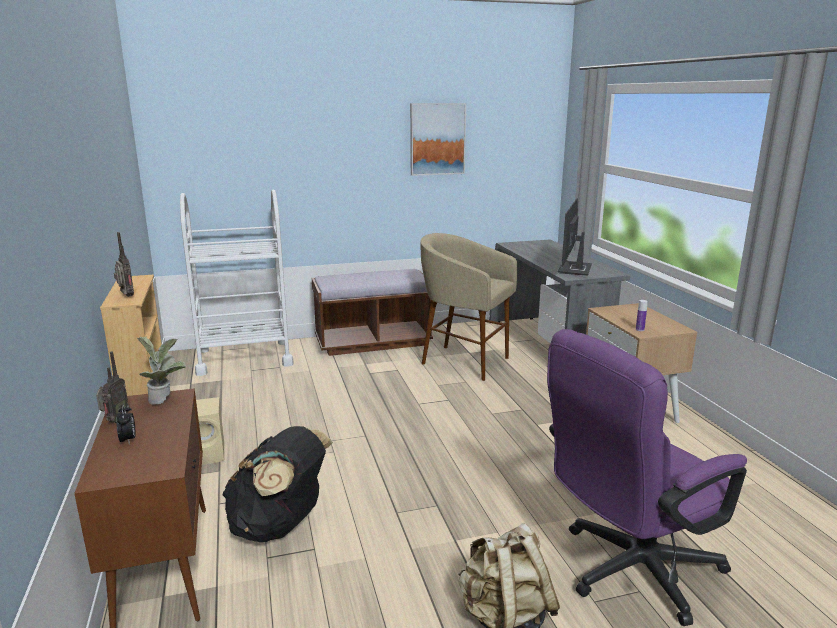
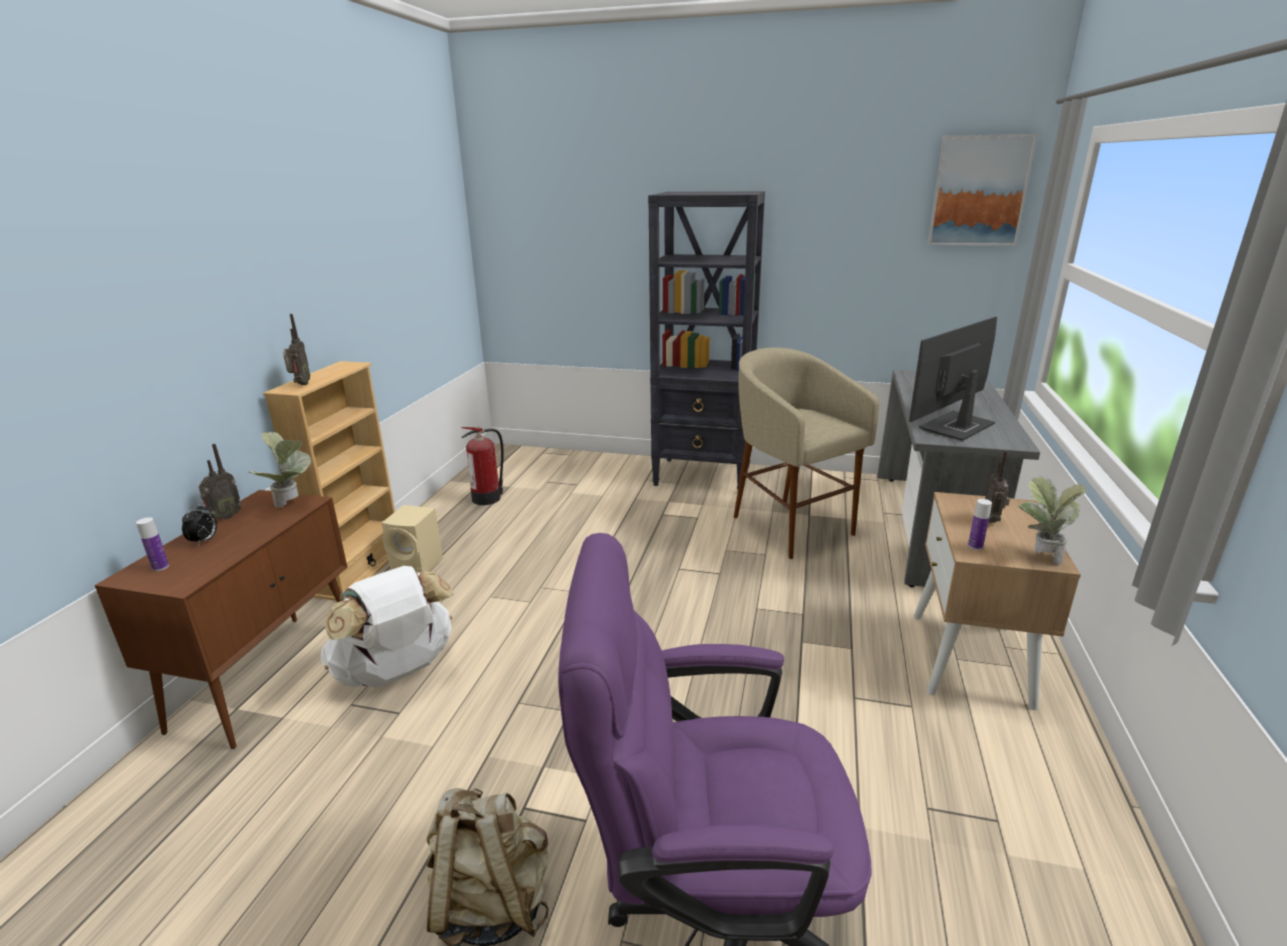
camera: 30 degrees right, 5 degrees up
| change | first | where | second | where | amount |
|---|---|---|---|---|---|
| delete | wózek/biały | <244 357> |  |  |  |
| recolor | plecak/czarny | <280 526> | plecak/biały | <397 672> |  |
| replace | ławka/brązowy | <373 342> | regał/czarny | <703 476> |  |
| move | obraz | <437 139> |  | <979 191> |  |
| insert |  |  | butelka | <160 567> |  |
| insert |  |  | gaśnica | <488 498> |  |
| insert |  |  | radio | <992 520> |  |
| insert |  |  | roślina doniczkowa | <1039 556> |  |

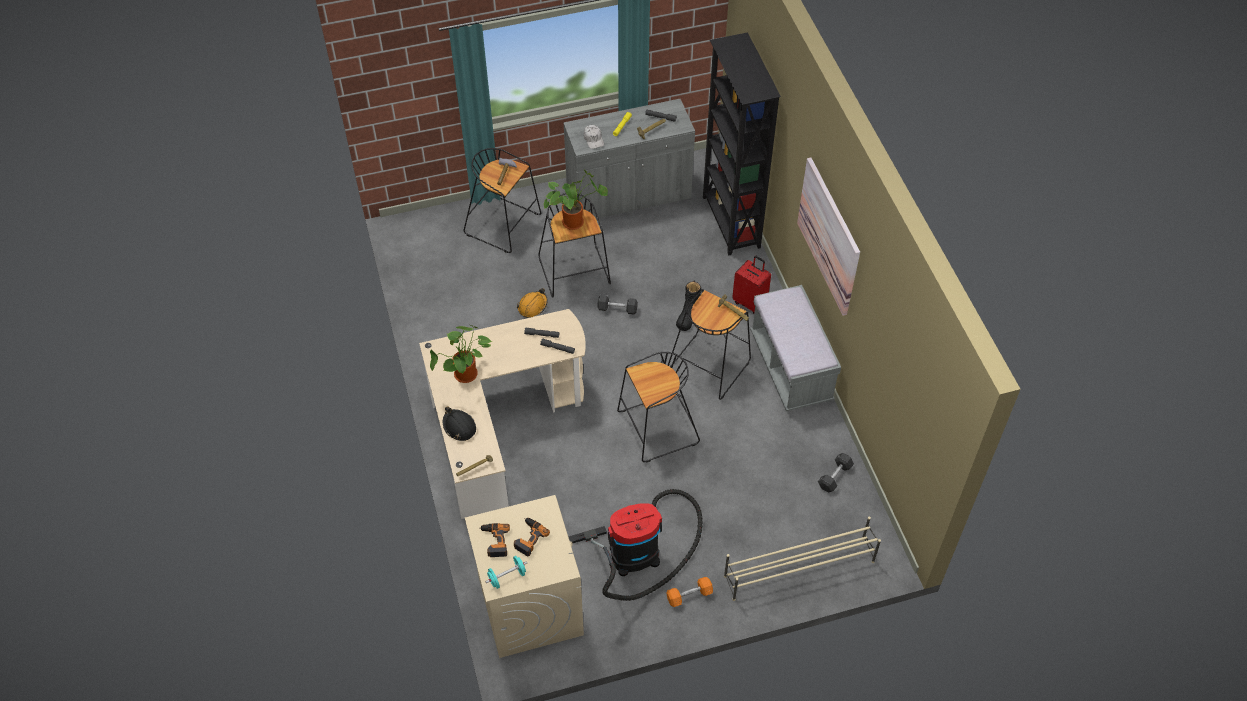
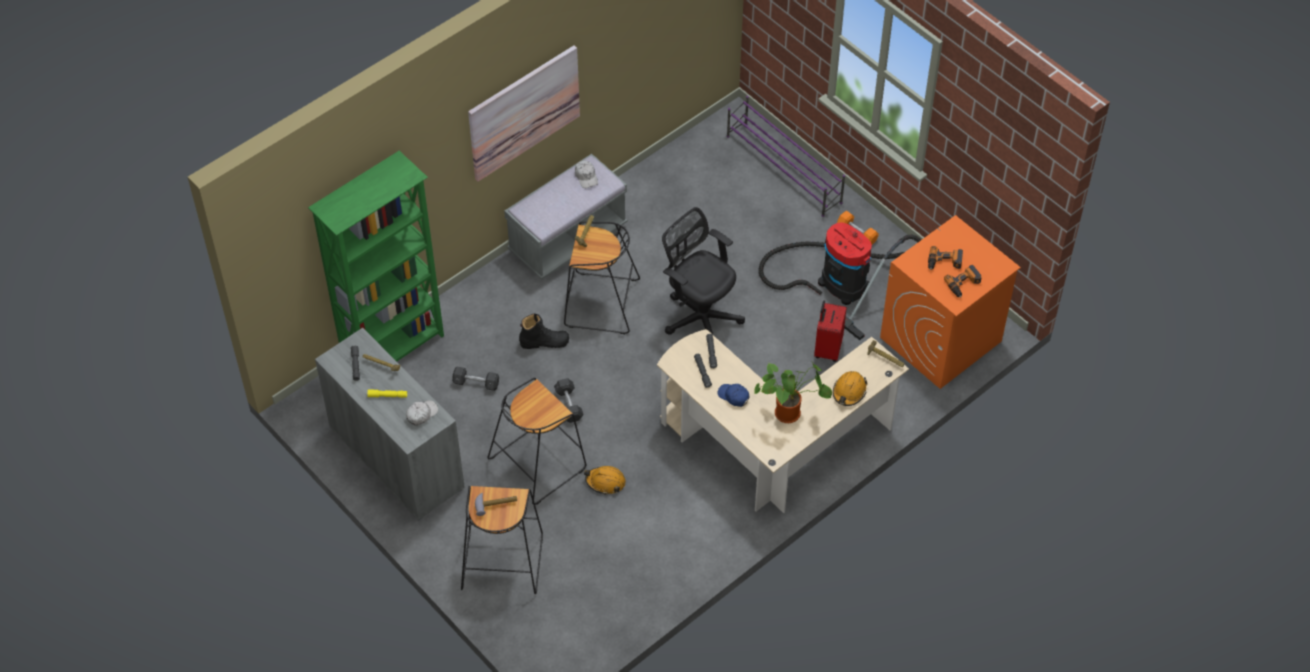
camera: 115 degrees left, 0 degrees up
| change | first | where | second | where | amount |
|---|---|---|---|---|---|
| recolor | kask/czarny | <459 427> | kask/pomarańczowy | <849 392> |  |
| recolor | pralka/beżowy | <529 605> | pralka/pomarańczowy | <940 340> |  |
| delete | hantel/turkusowy | <507 577> |  |  |  |
| delete | roślina doniczkowa | <574 221> |  |  |  |
| replace | stołek/czarny | <656 429> | krzesło biurowe/czarny | <700 317> |  |
| recolor | regał/czarny | <730 223> | regał/zielony | <395 349> |  |
| recolor | regał na buty/beżowy | <798 568> | regał na buty/fioletowy | <784 170> |  |
| move | walizka/czerwony | <750 302> |  | <827 349> |  |
| move | hantel/szary | <834 476> |  | <476 383> |  |
| insert |  |  | czapka z daszkiem/biały | <586 176> |  |
| insert |  |  | czapka z daszkiem/niebieski | <733 396> |  |

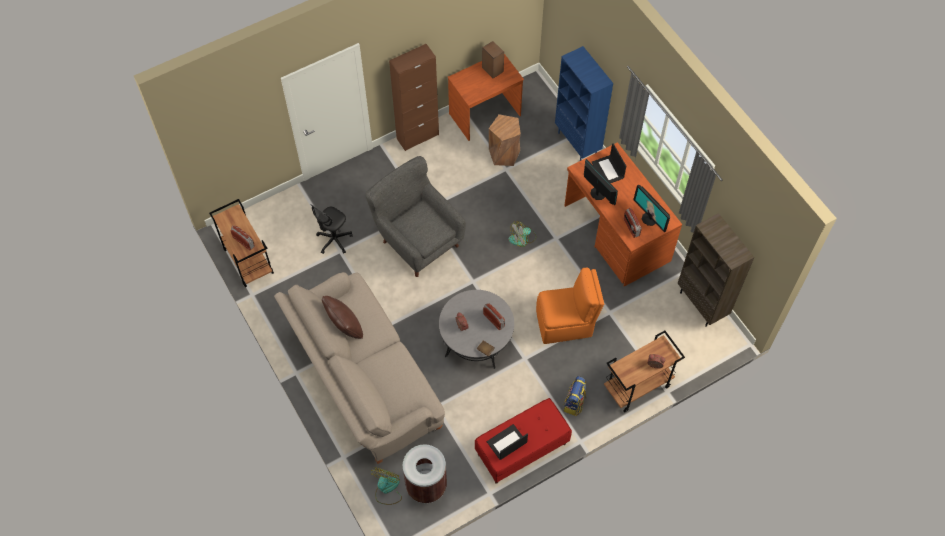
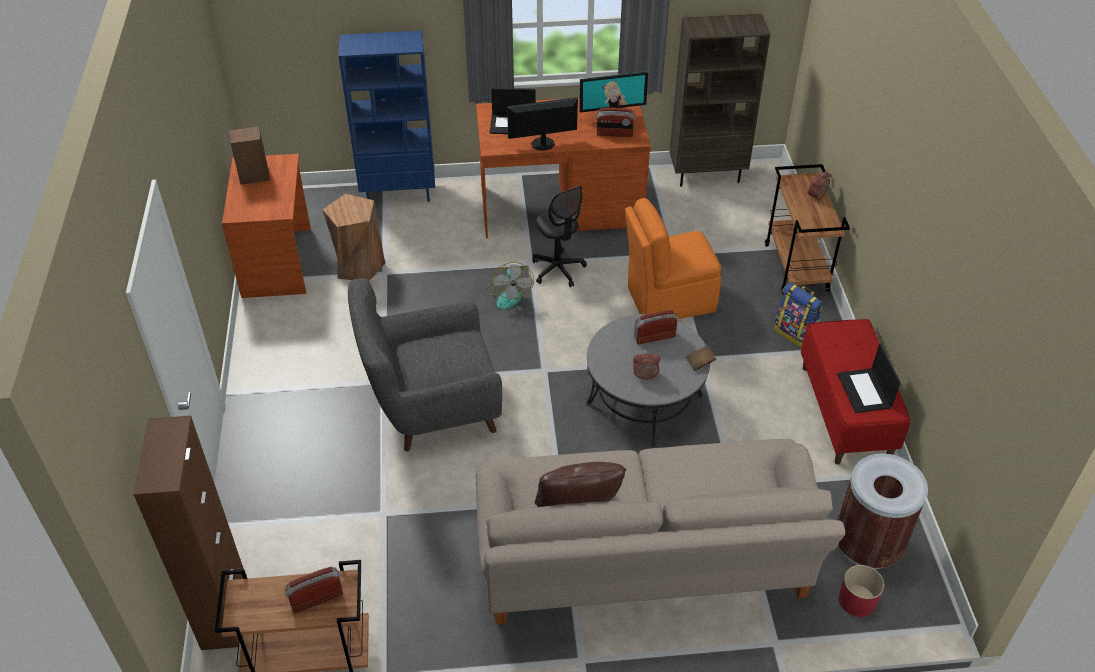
camera: 65 degrees left, 15 degrees down
| change | first | where | second | where | amount |
|---|---|---|---|---|---|
| move | krzesło biurowe/czarny | <334 240> |  | <558 270> |  |
| replace | wentylator | <387 489> | donica/czerwony | <857 600> |  |
| move | szafka/brązowy | <417 136> |  | <224 612> |  |
| rotate | krzesło/pomarańczowy | <565 323> |  | <668 299> | 120 degrees counterclockwise |

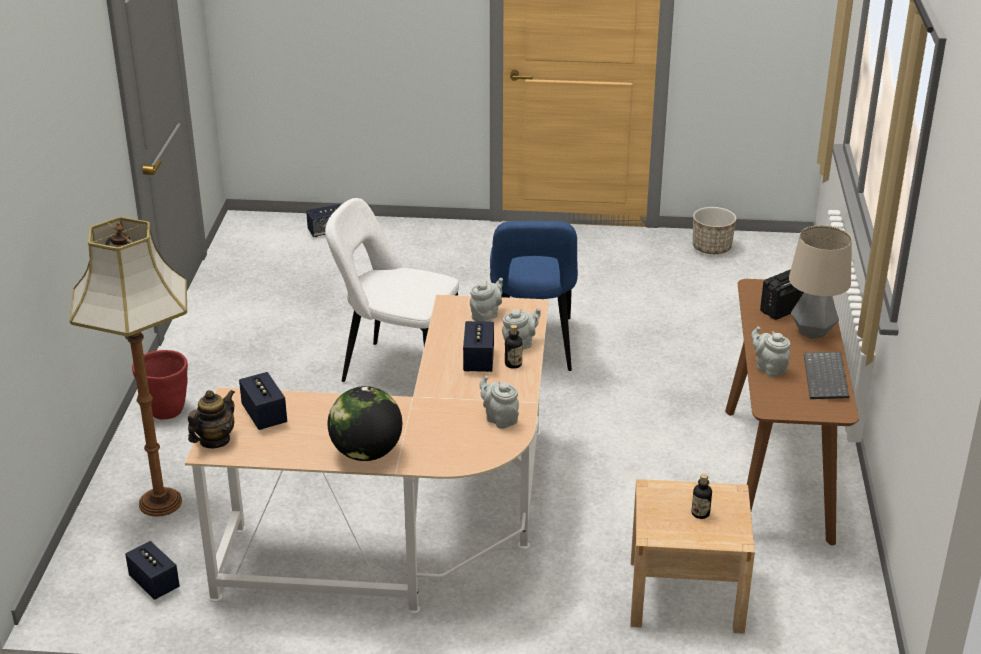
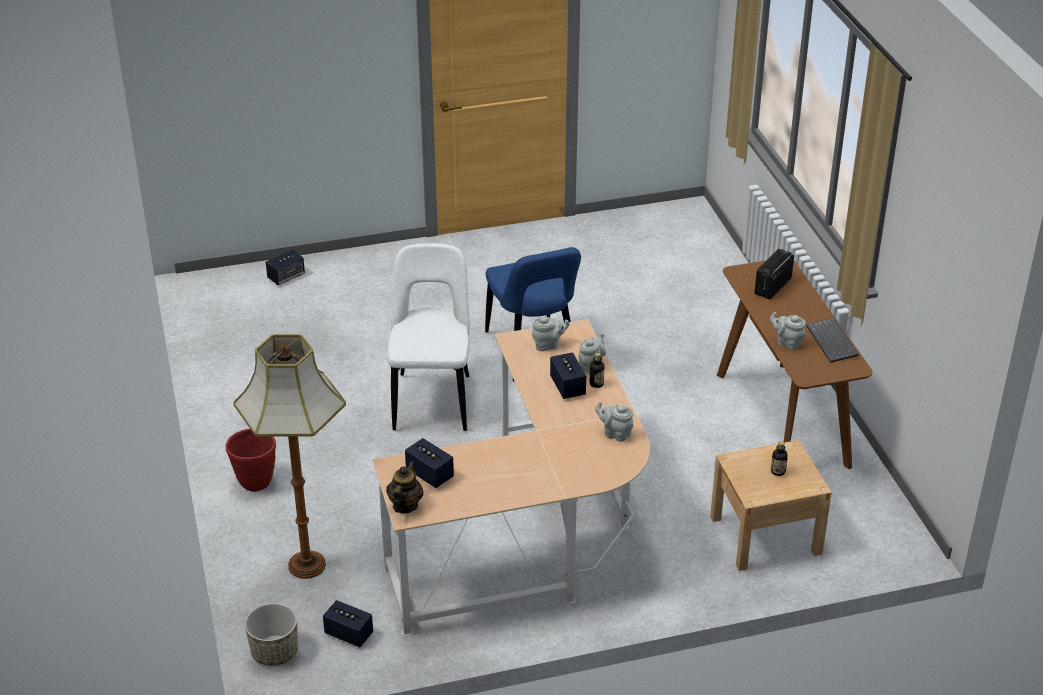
camera: 20 degrees left, 5 degrees up
| change | first | where | second | where | amount |
|---|---|---|---|---|---|
| rotate | krzesło/biały | <397 370> |  | <432 399> | 90 degrees clockwise |
| delete | globus | <366 453> |  |  |  |
| rotate | imbryk/szary | <486 316> |  | <548 345> | 60 degrees clockwise |
| move | donica | <711 248> |  | <274 651> |  |
| delete | lampa stołowa | <812 332> |  |  |  |

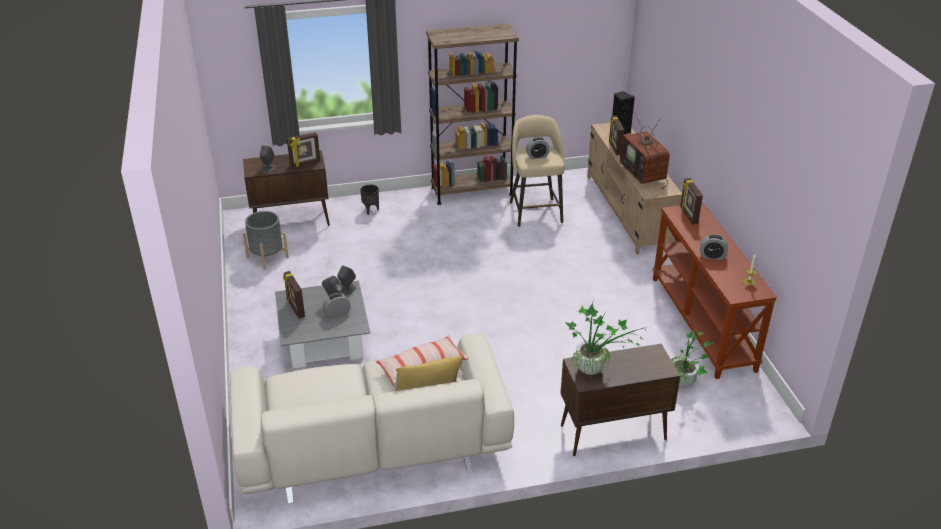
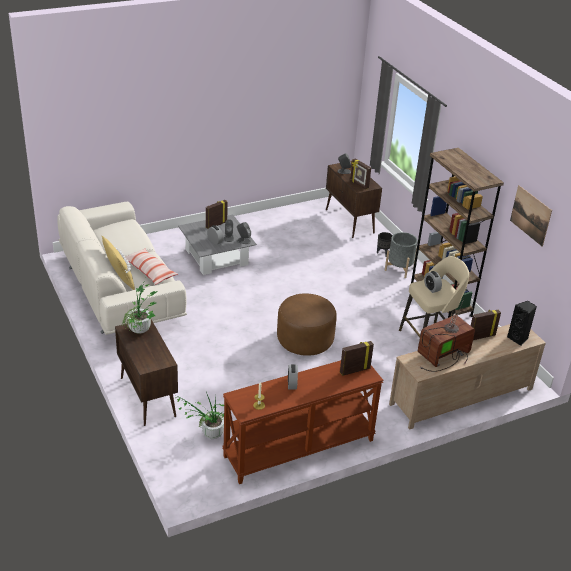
camera: 75 degrees right, 0 degrees up
| change | first | where | second | where | amount |
|---|---|---|---|---|---|
| move | donica/szary | <267 257> |  | <400 269> |  |
| insert |  |  | pufa/brązowy | <305 340> |  |
| insert |  |  | obraz | <530 215> |  |

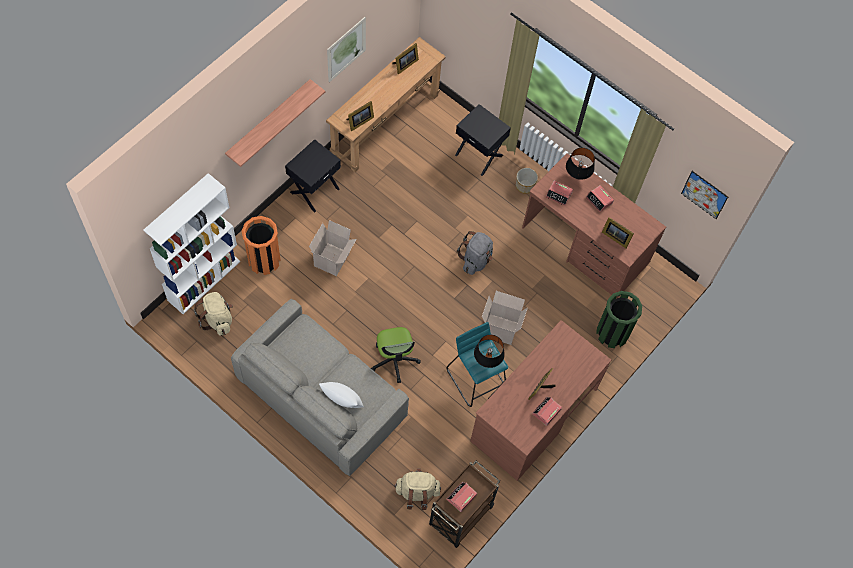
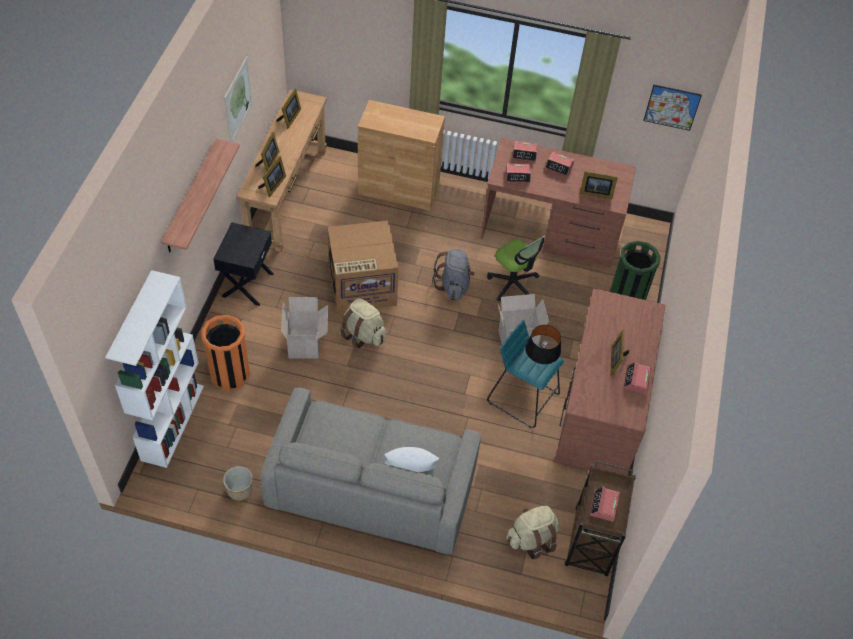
camera: 25 degrees left, 10 degrees down
| change | first | where | second | where | amount |
|---|---|---|---|---|---|
| move | plecak/beżowy | <217 319> |  | <363 334> |  |
| move | krzesło biurowe | <394 360> |  | <513 284> |  |
| replace | szafka nocna/czarny | <479 154> | szafka/brązowy | <398 189> |  |
| move | donica | <524 186> |  | <239 490> |  |
| replace | lampa stołowa/czarny | <577 177> | budzik | <524 154> |  |
| insert |  |  | ramka na zdjęcie | <269 162> |  |
| insert |  |  | karton | <361 286> |  |

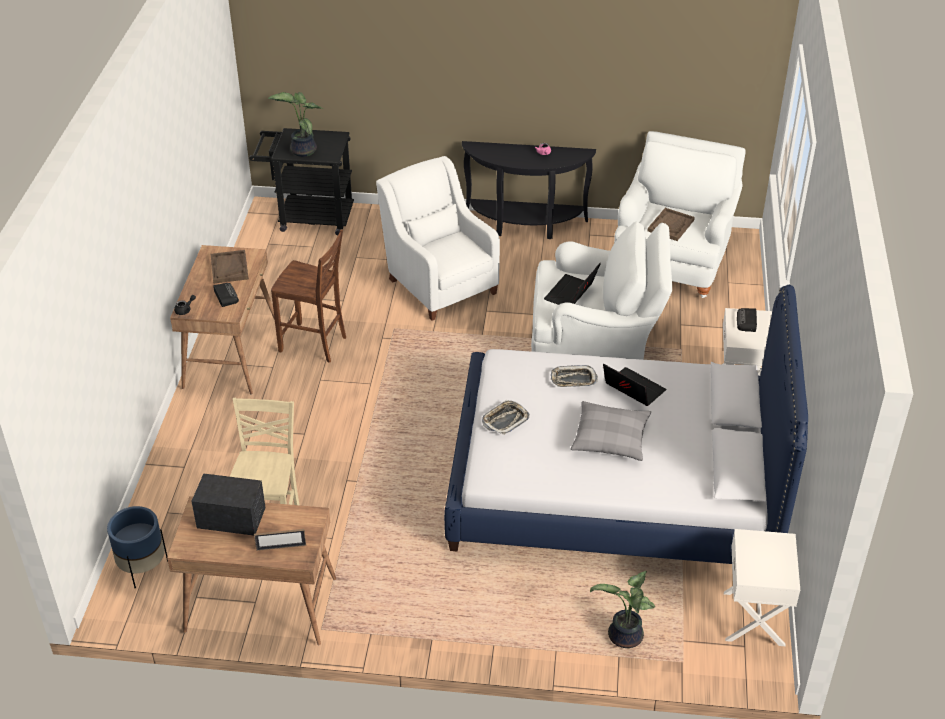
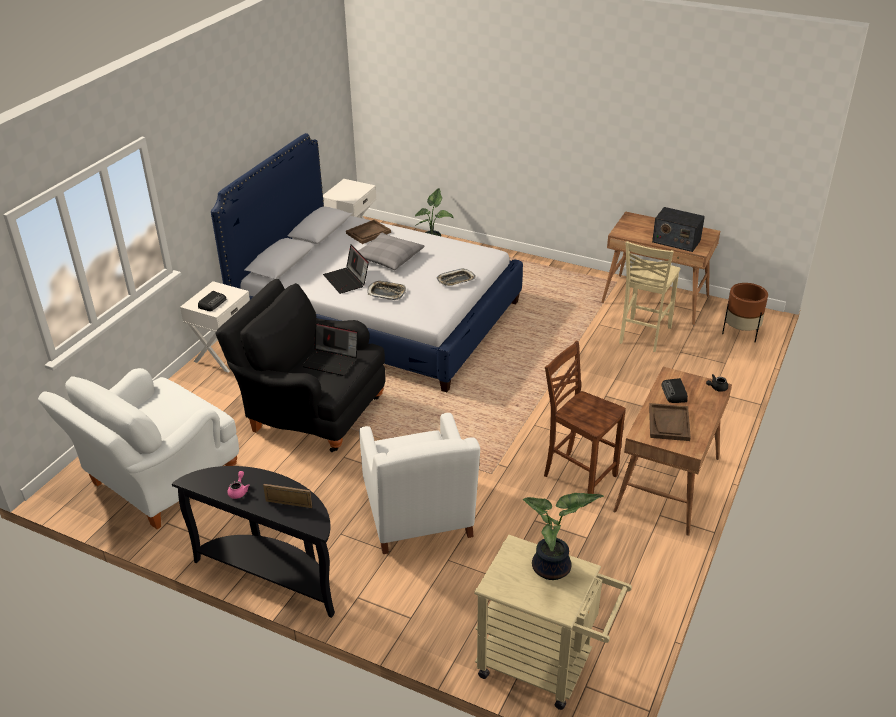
camera: 160 degrees left, 5 degrees down
| change | first | where | second | where | amount |
|---|---|---|---|---|---|
| recolor | donica/niebieski | <143 568> | donica/brązowy | <740 333> |  |
| recolor | wózek/czarny | <308 217> | wózek/beżowy | <544 667> |  |
| move | ramka na zdjęcie | <281 547> |  | <289 504> |  |
| recolor | fotel/biały | <596 347> | fotel/czarny | <311 412> |  |
| rotate | laptop | <571 294> |  | <332 361> | 60 degrees clockwise |
| move | taca/brązowy | <670 225> |  | <368 233> |  |

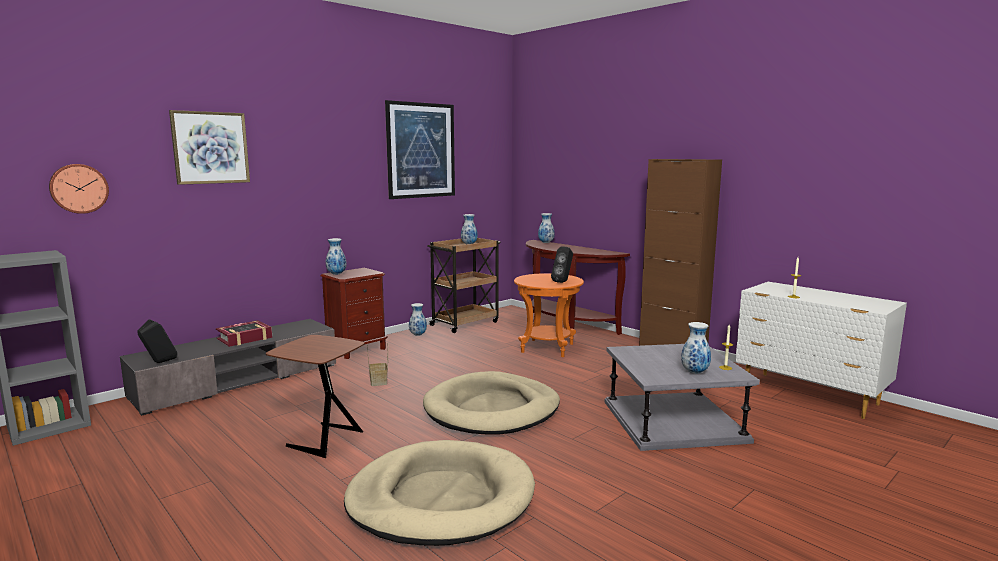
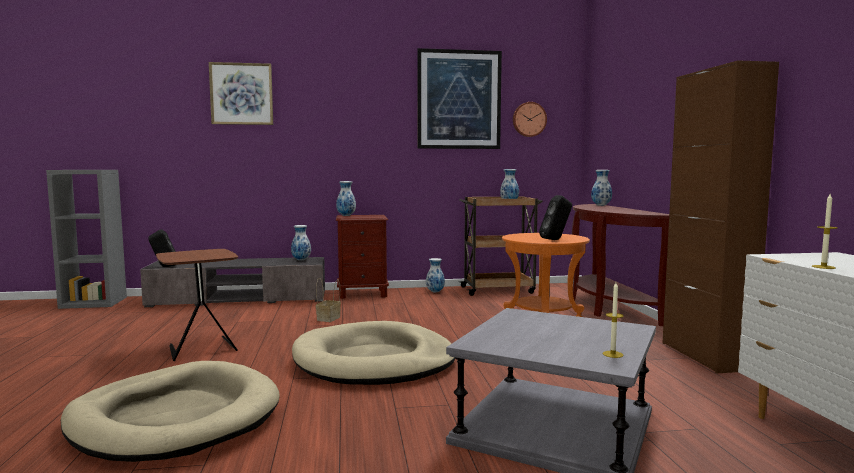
camera: 35 degrees right, 5 degrees down
| change | first | where | second | where | amount |
|---|---|---|---|---|---|
| move | zegar ścienny | <79 188> |  | <529 119> |  |
| delete | książka | <244 338> |  |  |  |
| move | wazon | <694 372> |  | <301 260> |  |

